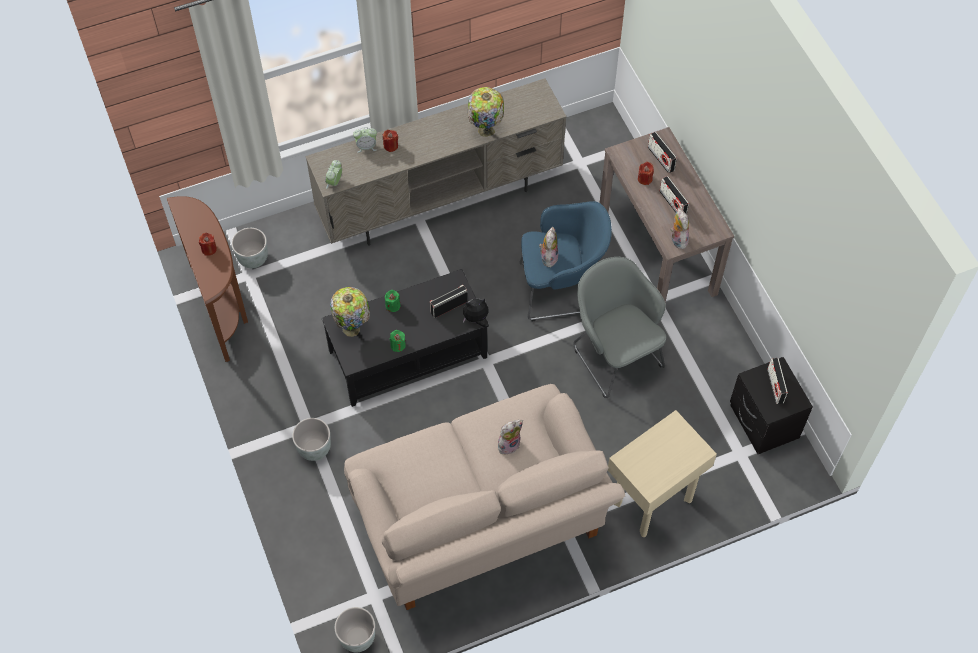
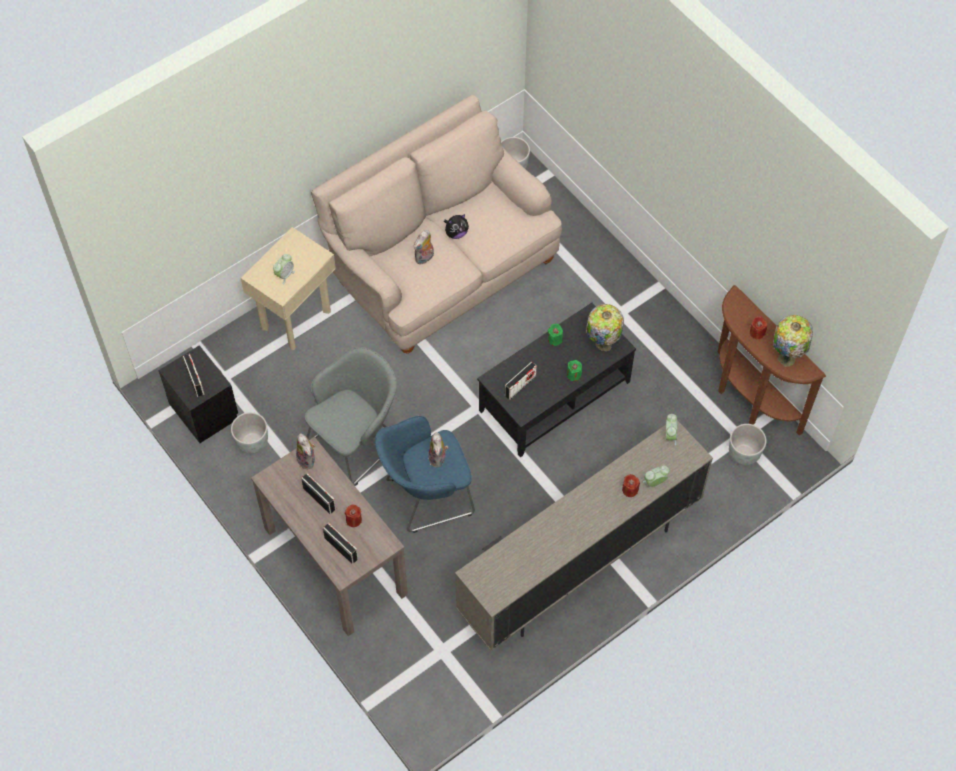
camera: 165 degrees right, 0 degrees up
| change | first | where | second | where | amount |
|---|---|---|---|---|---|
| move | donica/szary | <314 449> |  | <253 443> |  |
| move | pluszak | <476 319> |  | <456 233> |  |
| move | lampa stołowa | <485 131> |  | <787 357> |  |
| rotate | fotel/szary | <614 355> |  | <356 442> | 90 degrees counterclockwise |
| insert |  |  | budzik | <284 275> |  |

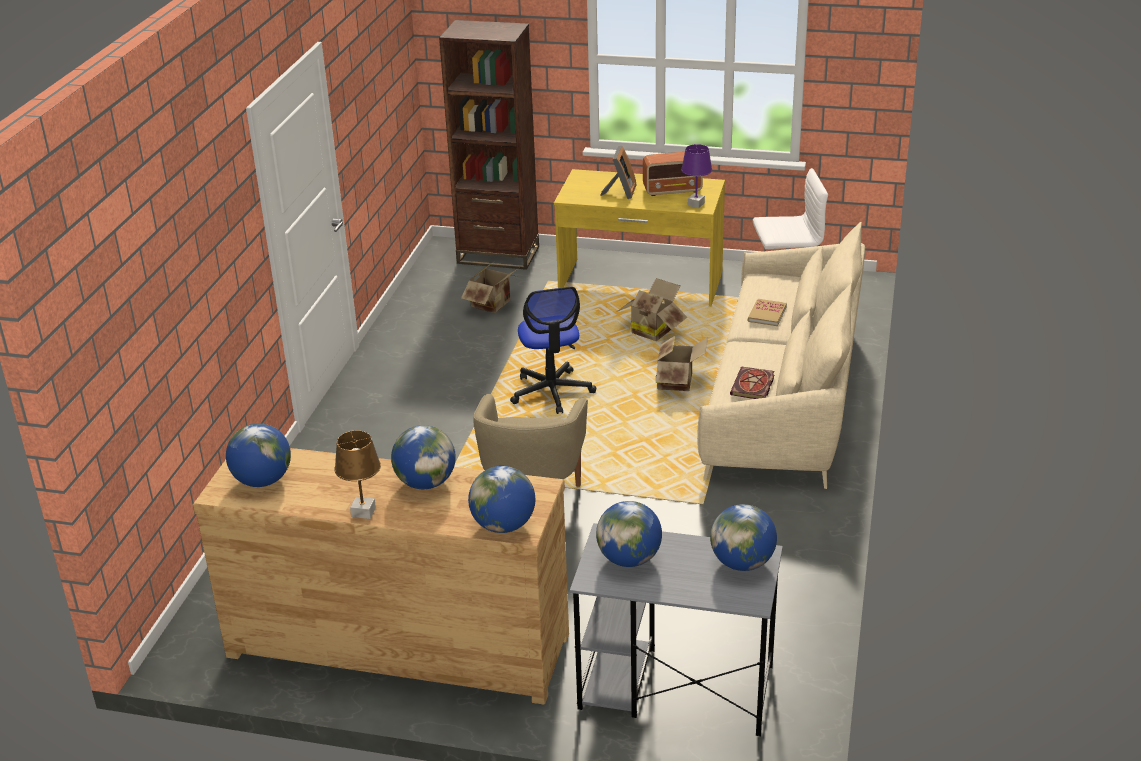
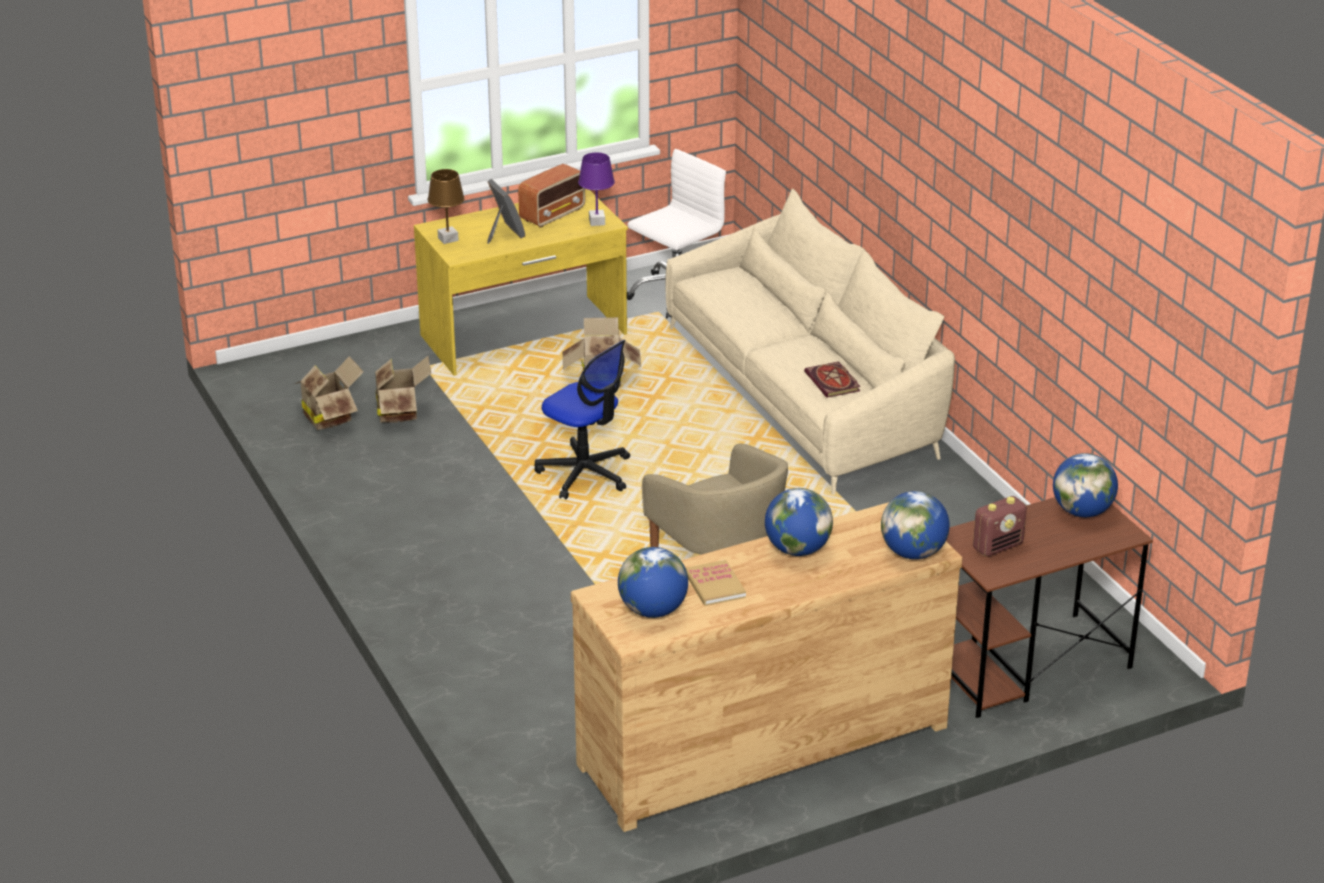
camera: 40 degrees left, 0 degrees up
| change | first | where | second | where | amount |
|---|---|---|---|---|---|
| move | lampa stołowa/brązowy | <364 512> |  | <448 239> |  |
| delete | regał/brązowy | <498 255> |  |  |  |
| recolor | biurko/szary | <674 687> | biurko/brązowy | <1026 665> |  |
| replace | globus | <629 559> | radio | <998 546> |  |
| move | karton | <678 382> |  | <330 416> |  |
| move | książka | <767 314> |  | <715 585> |  |

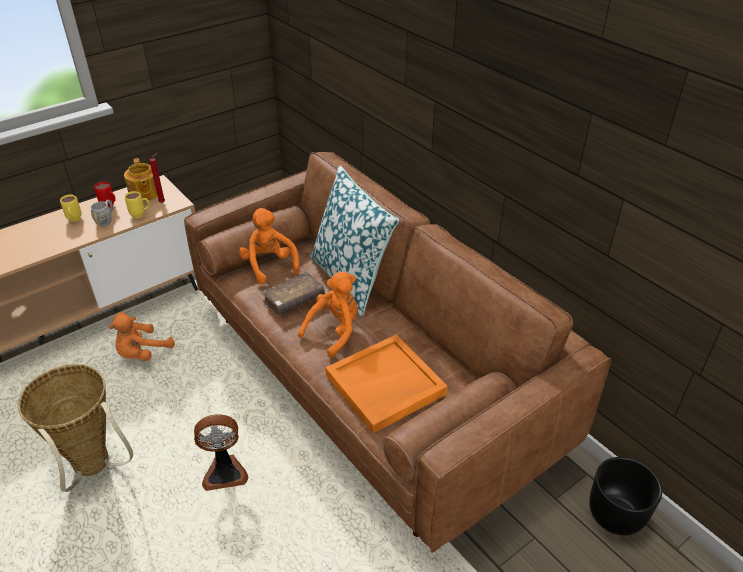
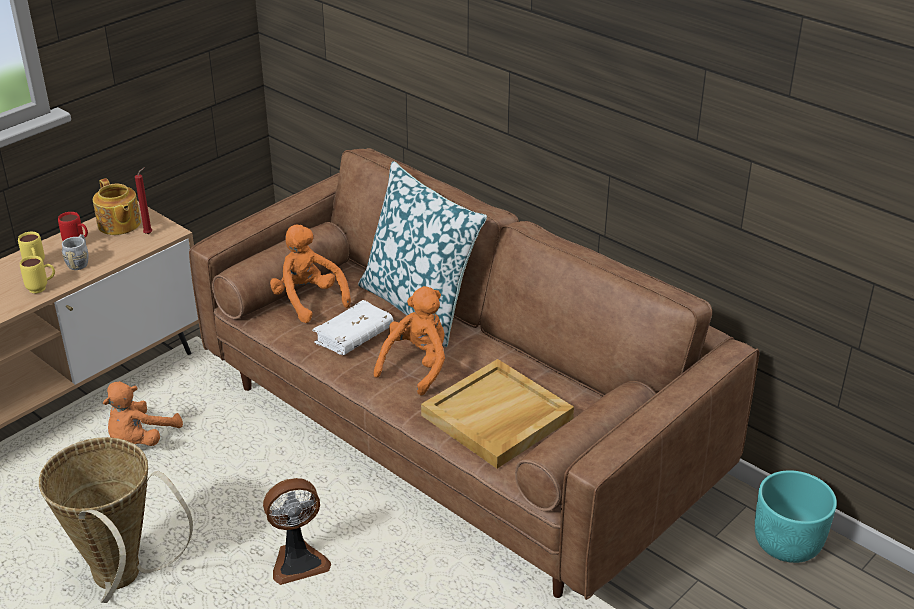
camera: 10 degrees left, 5 degrees down
| change | first | where | second | where | amount |
|---|---|---|---|---|---|
| move | kubek/żółty | <141 215> |  | <42 288> |  |
| recolor | książka/brązowy | <294 300> | książka/biały | <354 337> |  |
| recolor | taca/pomarańczowy | <385 386> | taca/beżowy | <497 418> |  |
| recolor | donica/czarny | <616 514> | donica/turkusowy | <788 543> |  |

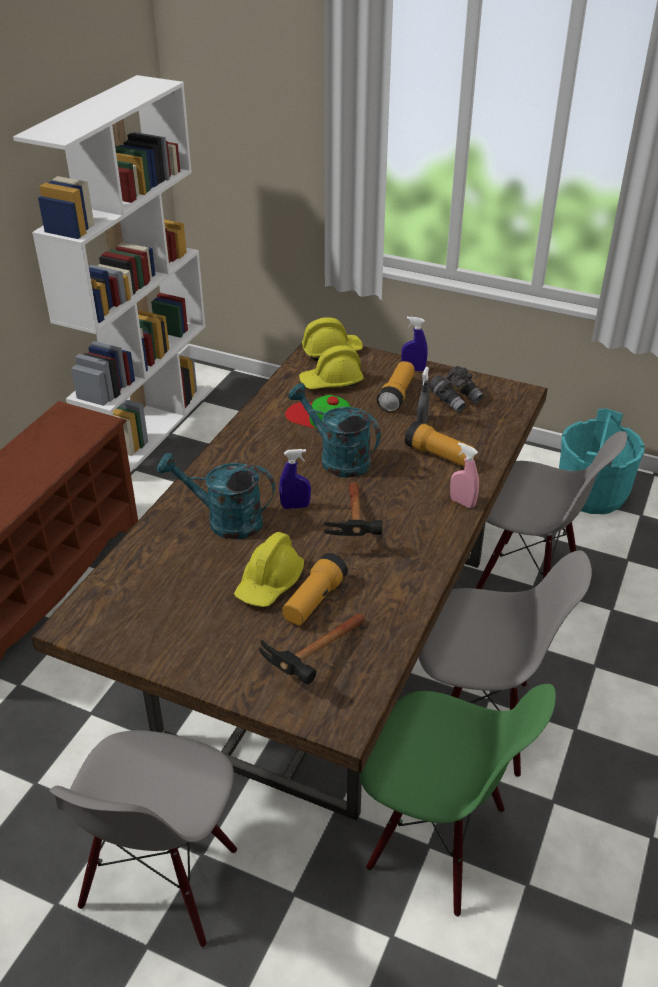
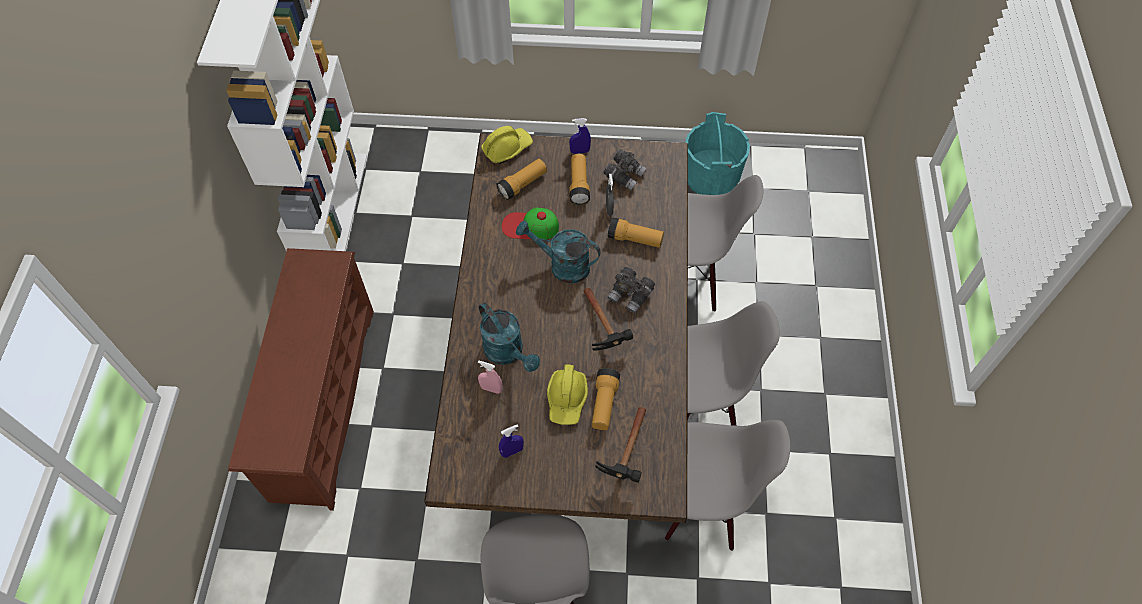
camera: 20 degrees left, 20 degrees up
| change | first | where | second | where | amount |
|---|---|---|---|---|---|
| rotate | konewka/turkusowy | <225 521> |  | <508 353> | 120 degrees counterclockwise |
| move | spryskiwacz/niebieski | <295 506> |  | <512 451> |  |
| replace | kask/żółty | <331 382> | latarka | <522 184> |  |
| recolor | krzesło/zielony | <436 841> | krzesło/szary | <701 504> |  |
| move | spryskiwacz/różowy | <462 502> |  | <491 389> |  |
| insert |  |  | lornetka/szary | <631 295> |  |

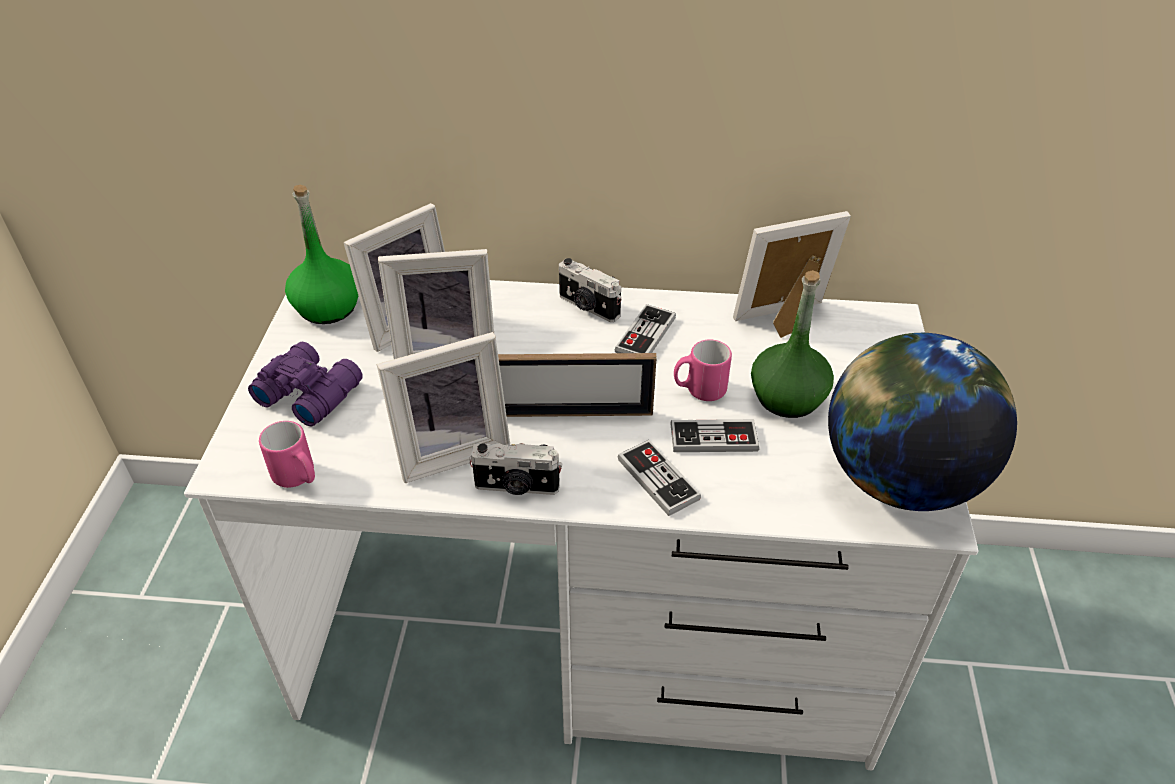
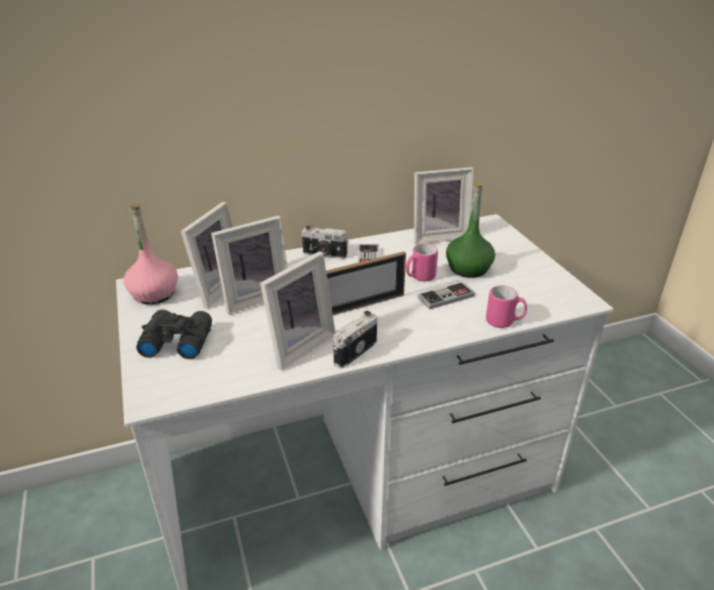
camera: 25 degrees left, 10 degrees down
| change | first | where | second | where | amount |
|---|---|---|---|---|---|
| recolor | lornetka/fioletowy | <309 392> | lornetka/czarny | <176 341> |  |
| move | kubek/różowy | <298 478> |  | <504 322> |  |
| recolor | butelka/zielony | <328 307> | butelka/różowy | <154 294> |  |
| rotate | aparat fotograficzny | <517 487> |  | <354 351> | 150 degrees clockwise |
| delete | pad do gier | <658 479> |  |  |  |
| rotate | ramka na zdjęcie | <785 321> |  | <438 236> | 150 degrees counterclockwise |
| delete | globus | <898 479> |  |  |  |

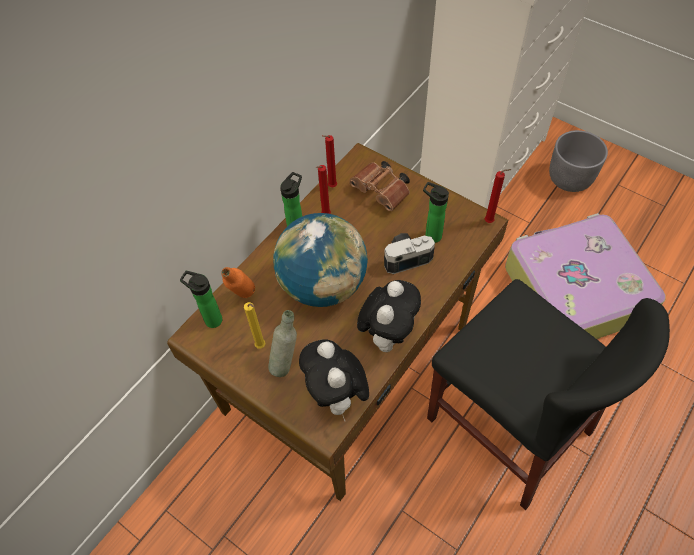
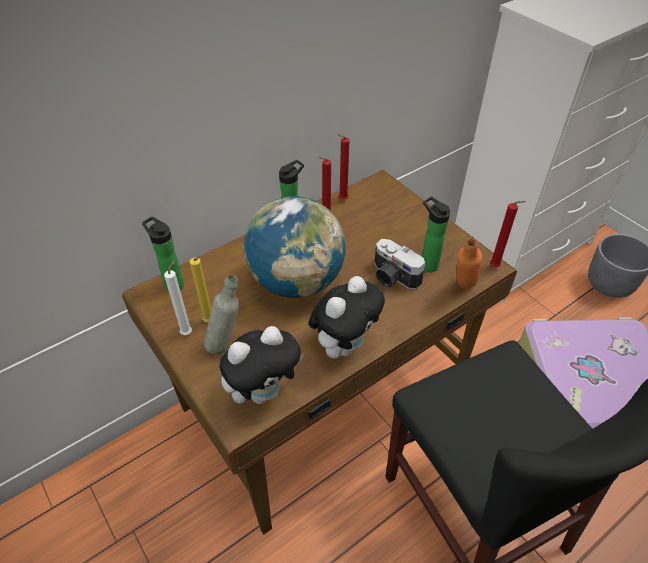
camera: 15 degrees right, 10 degrees down
| change | first | where | second | where | amount |
|---|---|---|---|---|---|
| move | butelka/pomarańczowy | <243 299> |  | <462 290> |  |
| rotate | pluszak | <337 396> |  | <264 391> | 120 degrees counterclockwise |
| delete | lornetka/brązowy | <382 192> |  |  |  |
| rotate | aparat fotograficzny | <406 256> |  | <392 277> | 135 degrees counterclockwise |
| insert |  |  | świeca/biały | <188 332> |  |

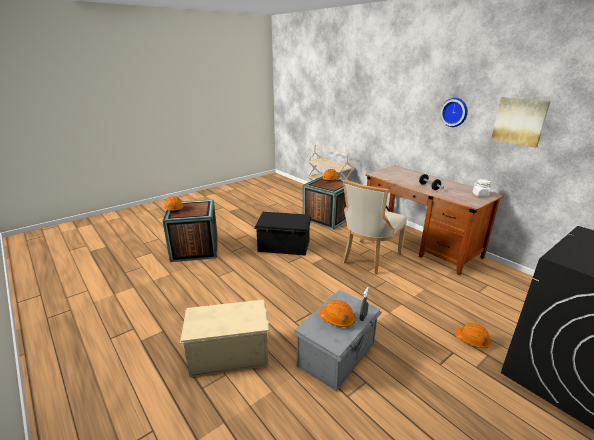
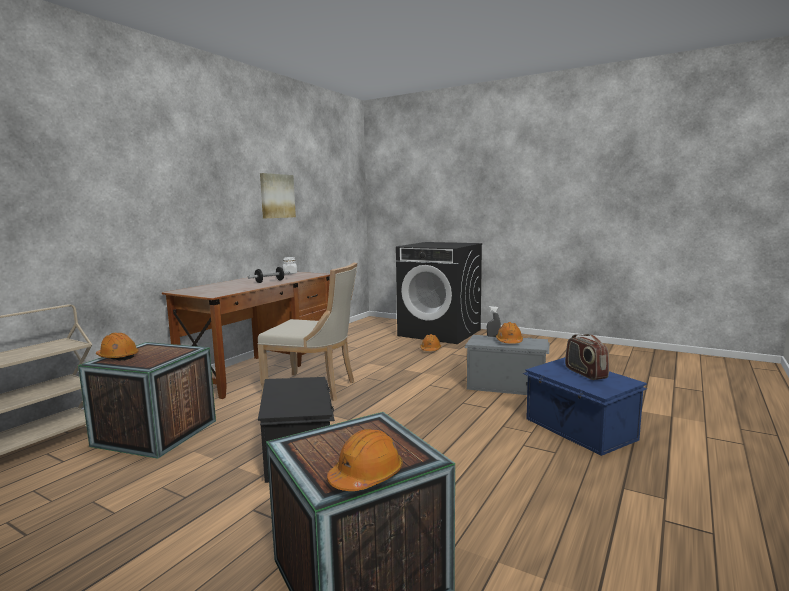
camera: 110 degrees left, 15 degrees down
| change | first | where | second | where | amount |
|---|---|---|---|---|---|
| recolor | pojemnik do przechowywania/beżowy | <228 353> | pojemnik do przechowywania/niebieski | <579 429> |  |
| delete | zegar ścienny | <455 112> |  |  |  |
| insert |  |  | radio | <585 373> |  |

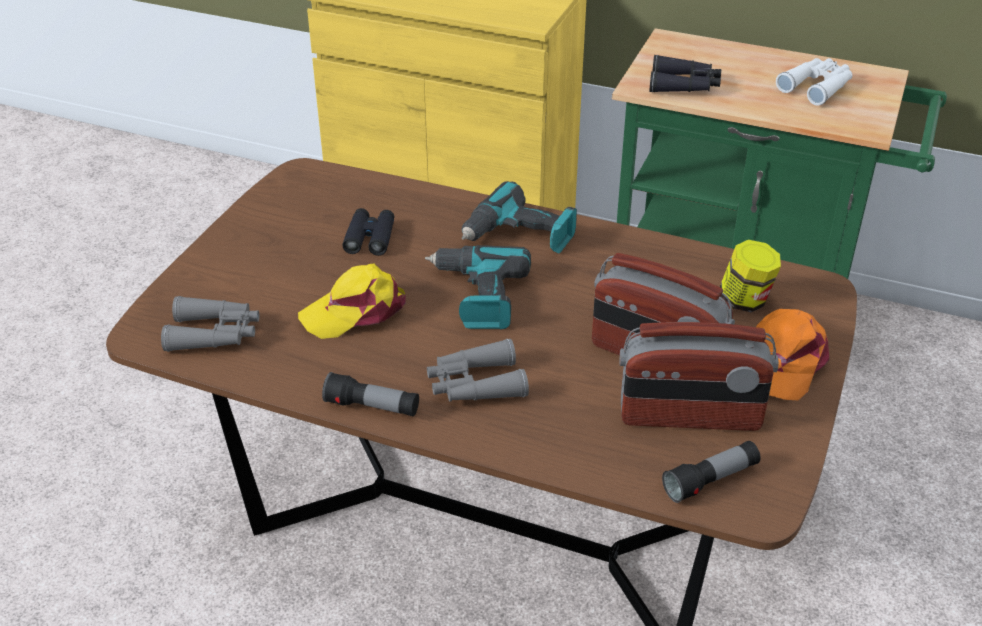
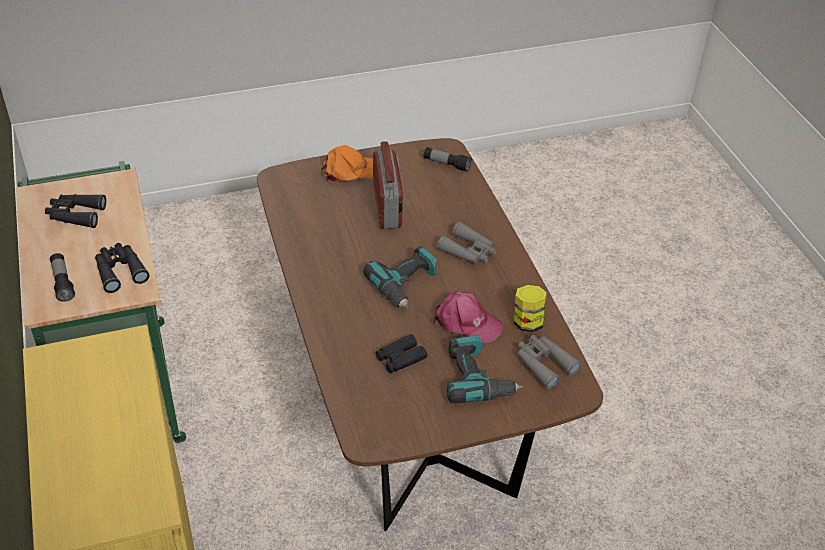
camera: 130 degrees left, 5 degrees up
| change | first | where | second | where | amount |
|---|---|---|---|---|---|
| recolor | czapka z daszkiem/żółty | <355 311> | czapka z daszkiem/różowy | <467 322> |  |
| move | latarka | <372 407> |  | <63 282> |  |
| move | wiertarka | <519 236> |  | <477 379> |  |
| delete | radio | <690 417> |  |  |  |
| move | słoik | <745 301> |  | <527 322> |  |
| recolor | lornetka/biały | <817 87> | lornetka/czarny | <75 215> |  |

